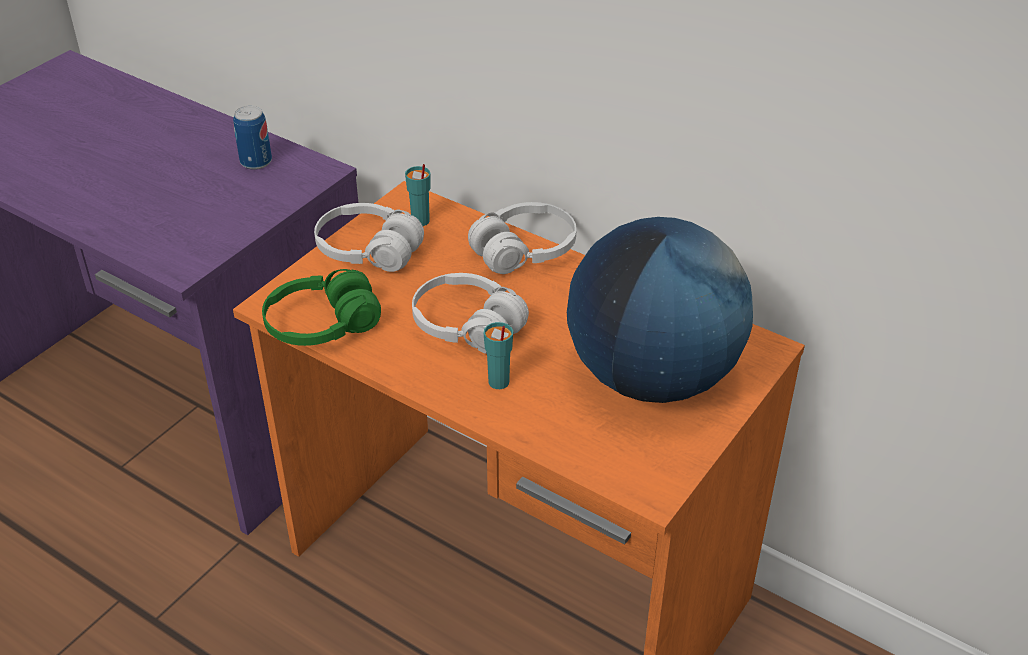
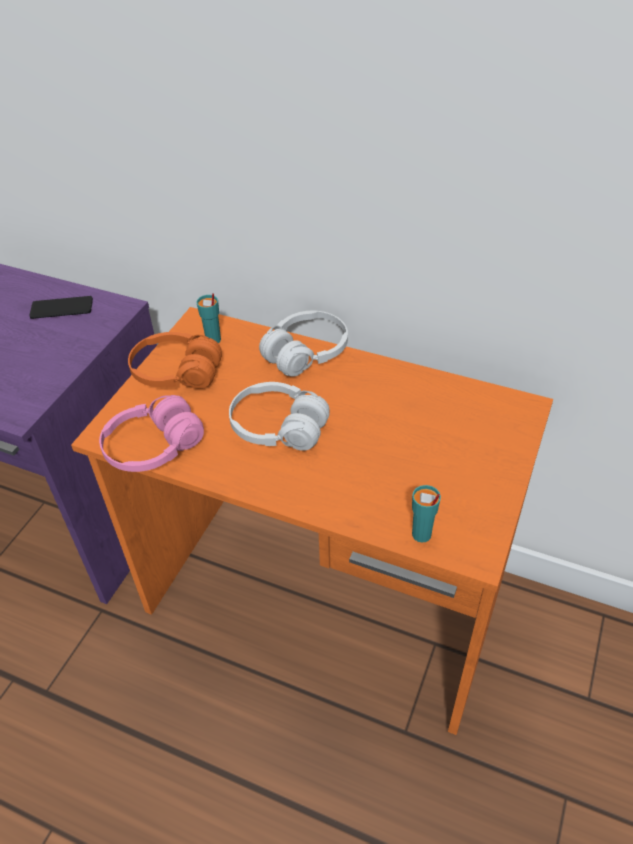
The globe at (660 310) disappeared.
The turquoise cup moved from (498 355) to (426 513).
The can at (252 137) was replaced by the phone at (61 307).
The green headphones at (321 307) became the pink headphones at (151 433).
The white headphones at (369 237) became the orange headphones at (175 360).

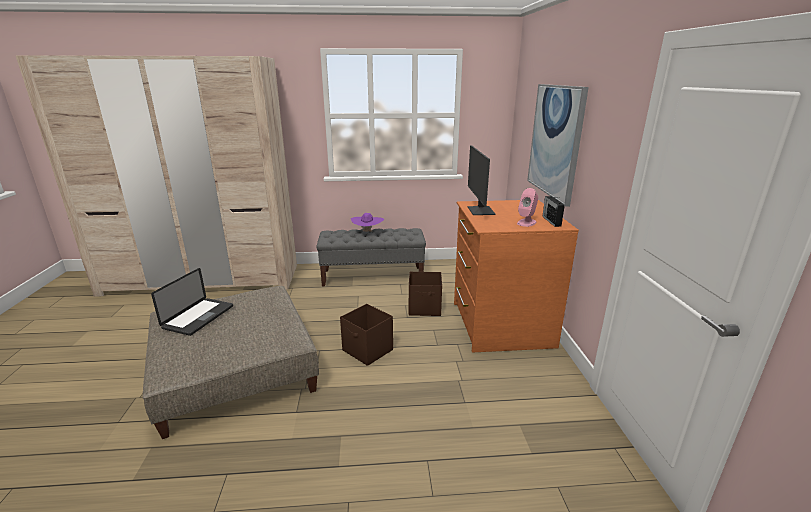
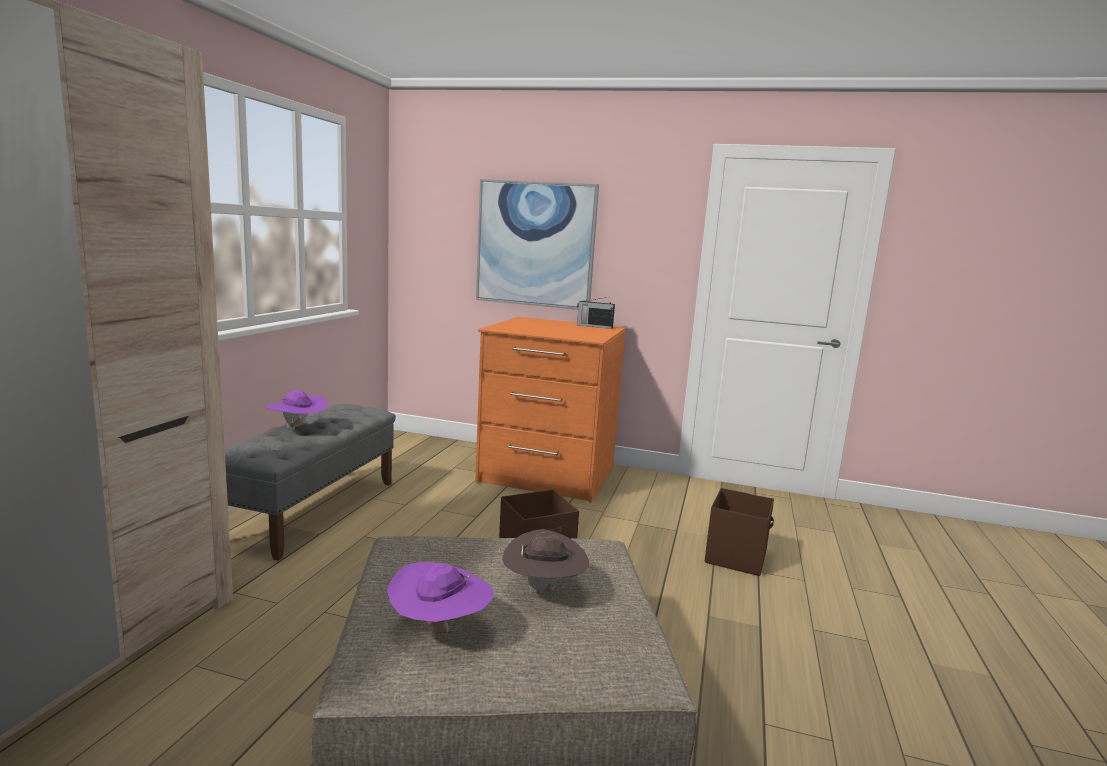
The monitor at (482 180) disappeared.
The pink speaker at (527 207) disappeared.
The brown hat at (545 561) appeared.
The brown storage box moved from (425 294) to (739 532).
The laptop at (192 302) was replaced by the purple hat at (440 597).

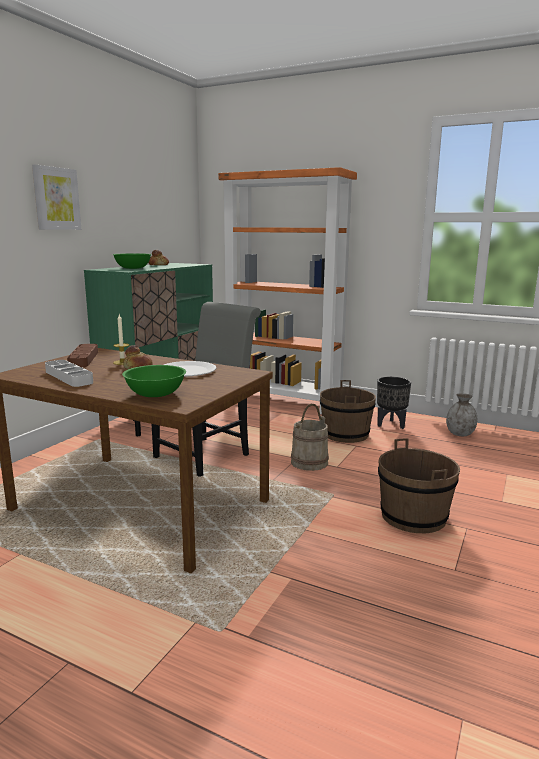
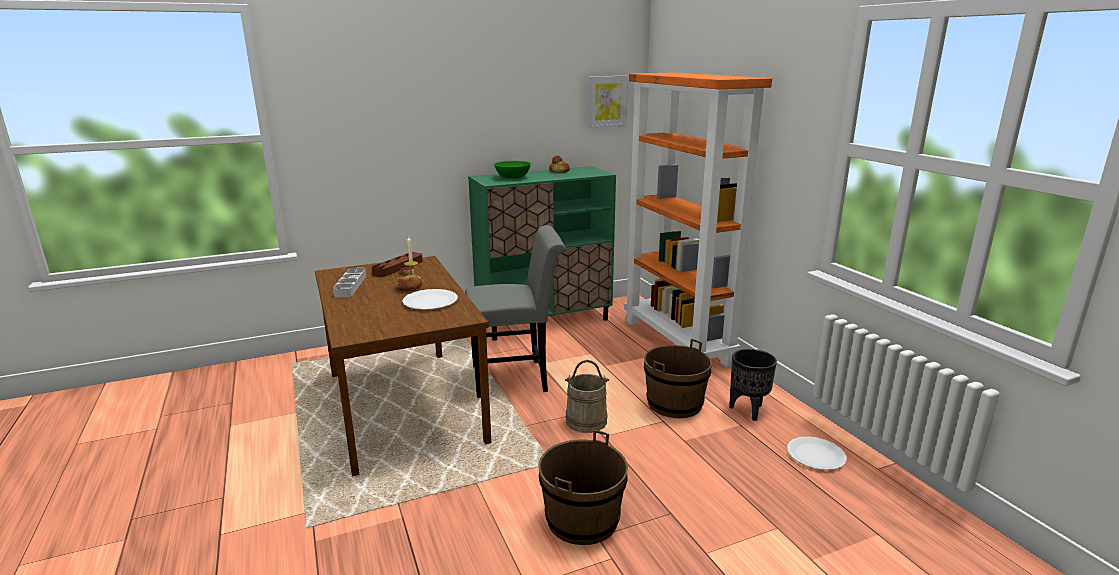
The green bowl at (154 381) disappeared.
The picture moved from (56 197) to (607 102).
The grey vase at (461 414) was replaced by the white plate at (817 453).

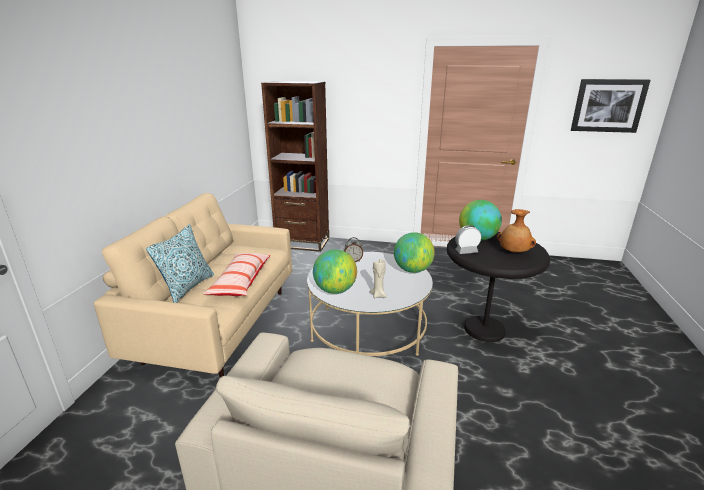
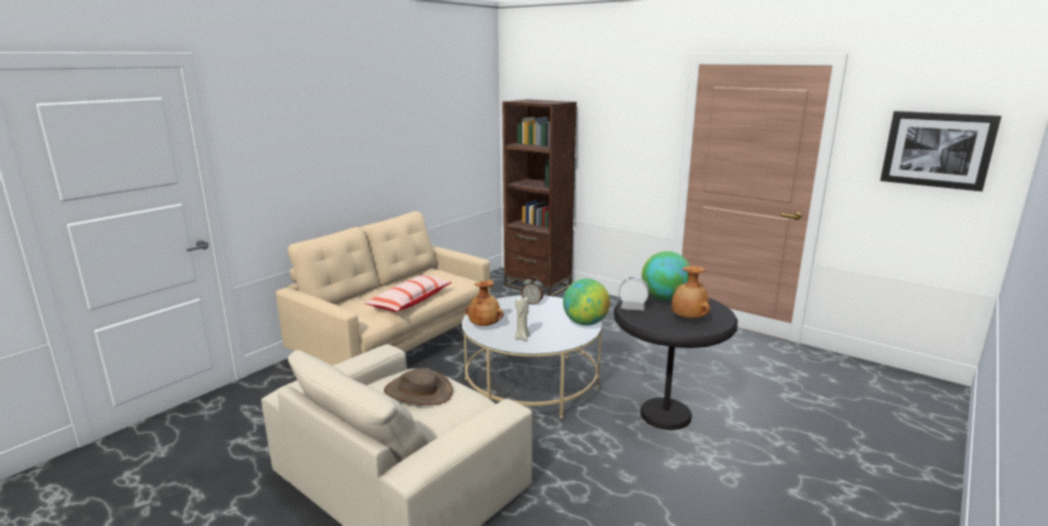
The pillow at (180 263) disappeared.
The brown hat at (418 386) appeared.
The globe at (335 271) was replaced by the brown vase at (484 303).

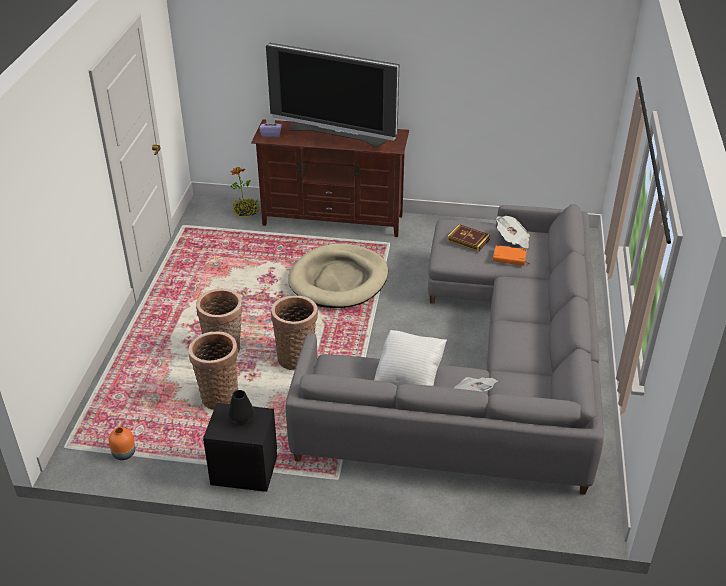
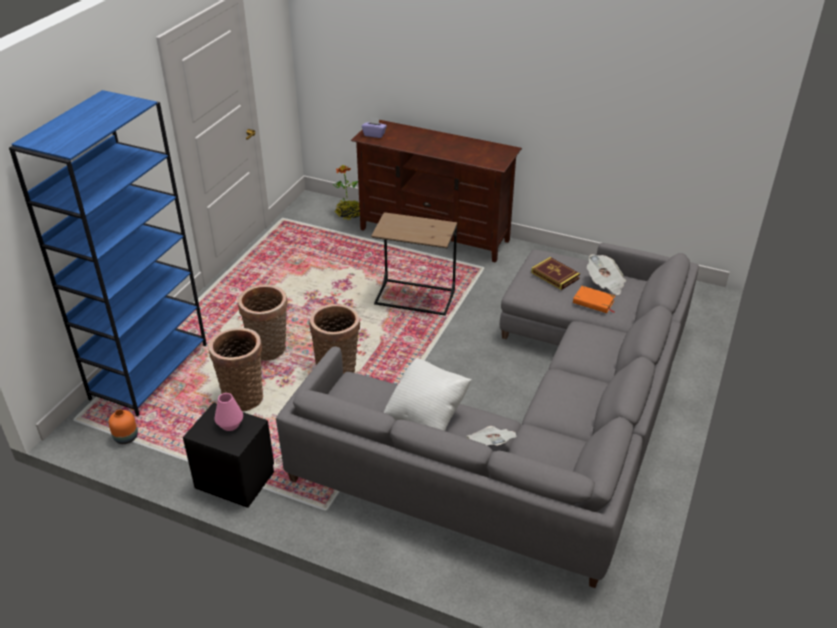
The television at (332 95) disappeared.
The blue bookcase at (108 253) appeared.
The beige dog bed at (338 275) was replaced by the brown side table at (414 264).
The black vase at (241 407) became the pink vase at (228 412).

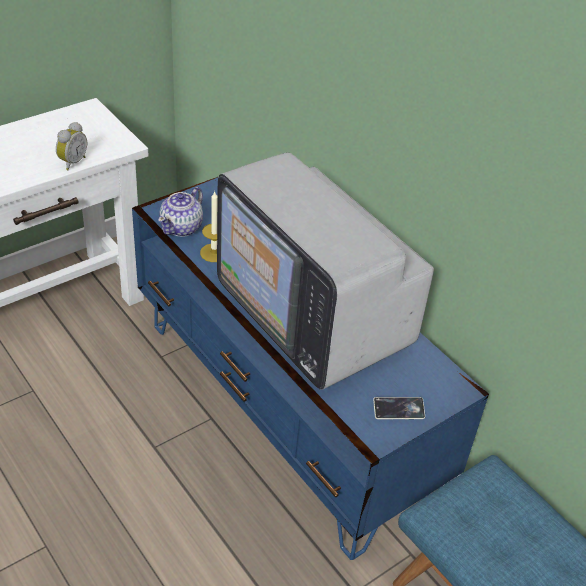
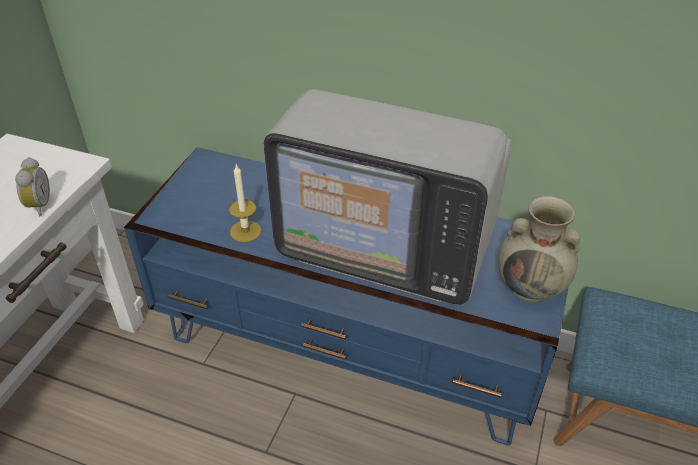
The teapot at (180 212) disappeared.
The phone at (399 408) was replaced by the beige vase at (539 249).

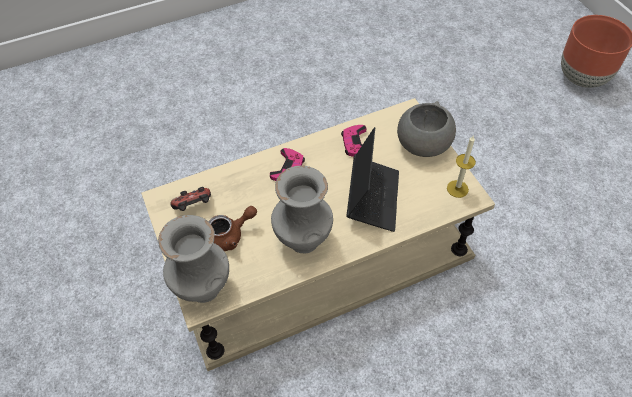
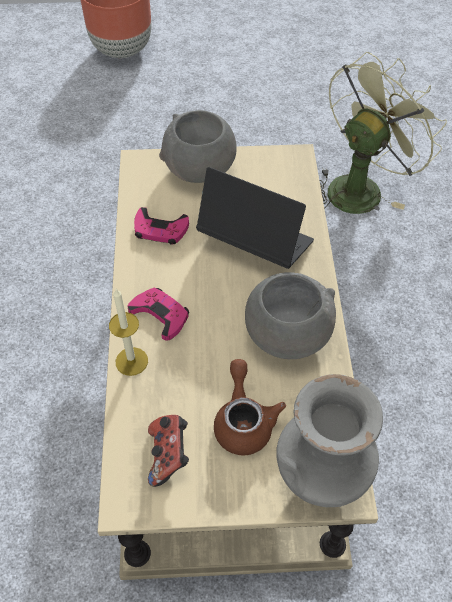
The green fan at (383 133) appeared.
The candle moved from (461 167) to (128 332).
The grey vase at (302 209) was replaced by the grey bowl at (290 315).

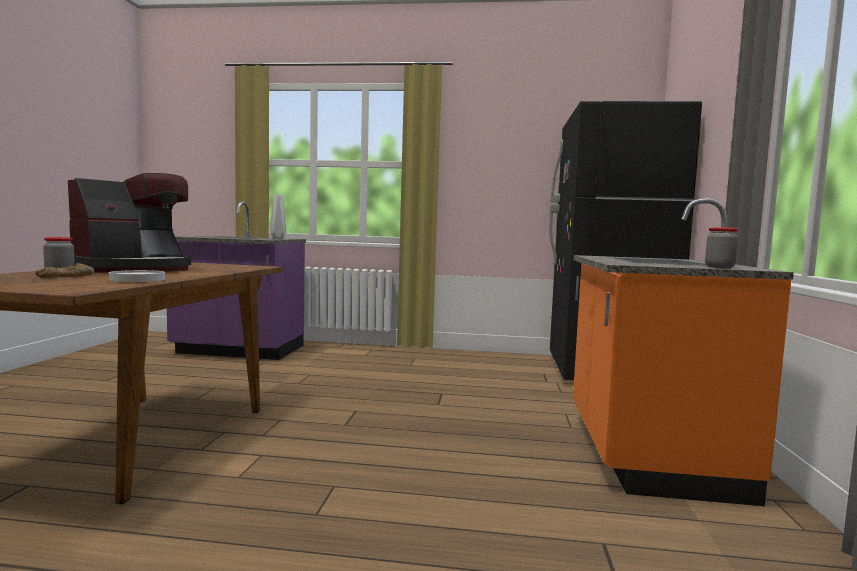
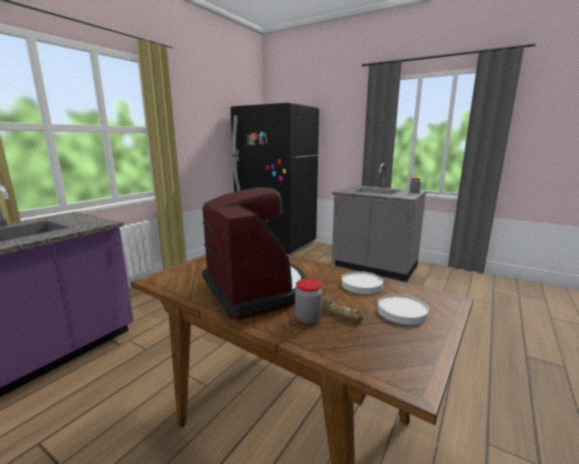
The grey vase at (278 216) disappeared.
The white plate at (403 309) appeared.
The orange counter at (683 352) became the grey counter at (379 222).

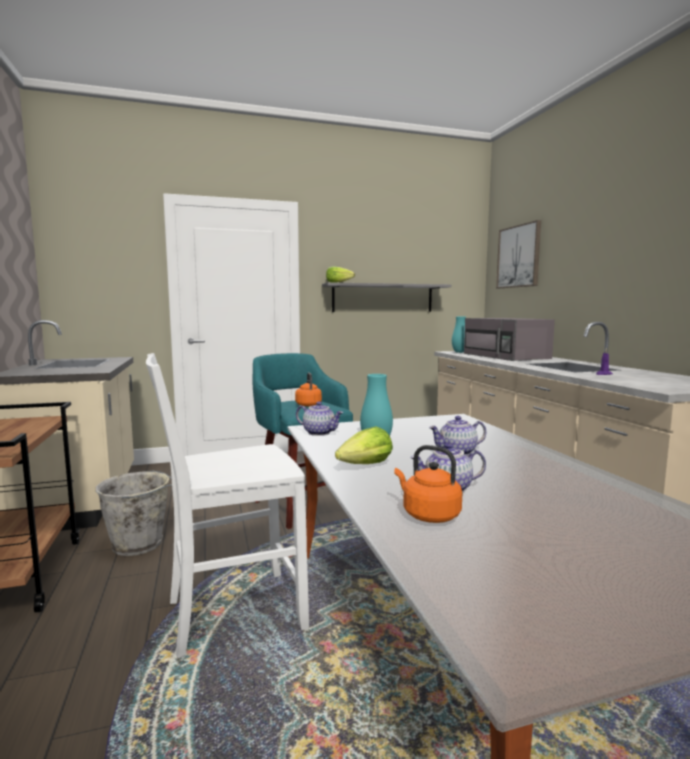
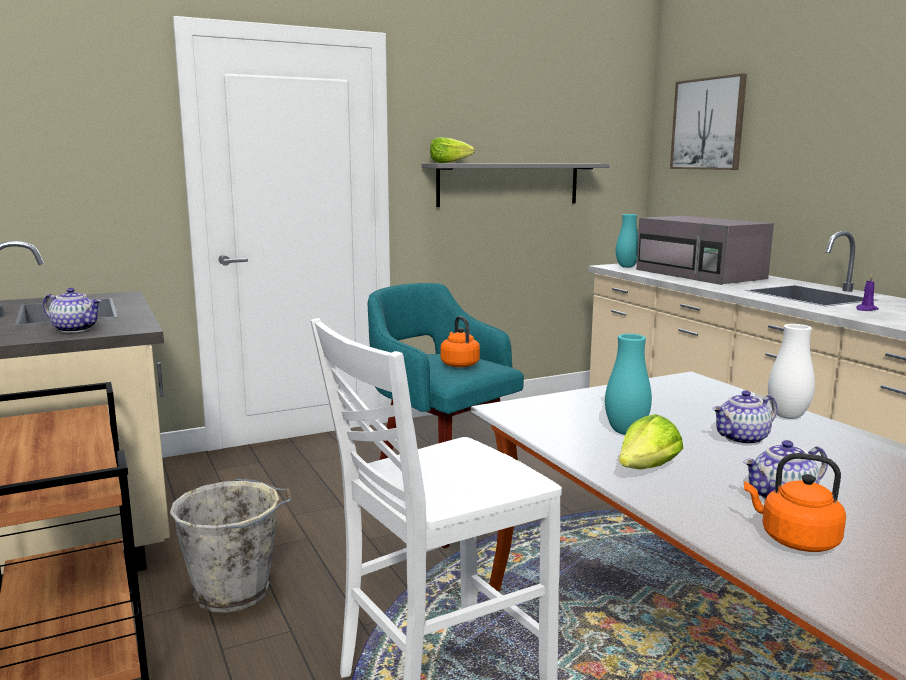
The white vase at (791 371) appeared.
The teapot moved from (319 418) to (72 310).

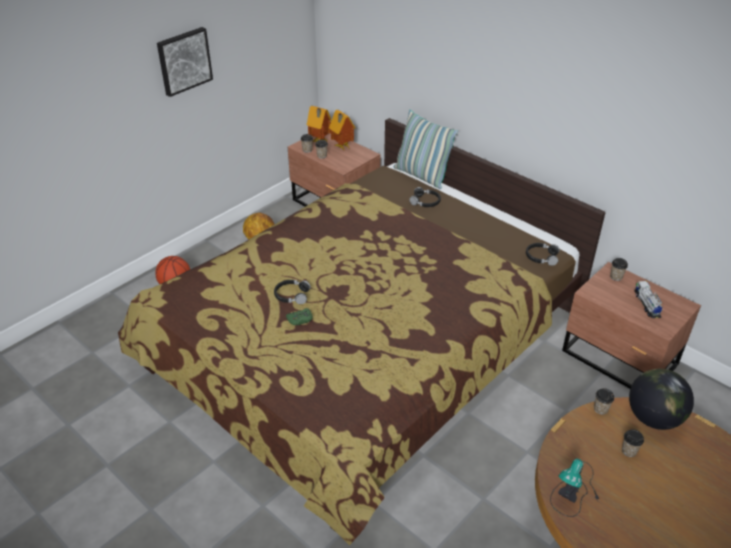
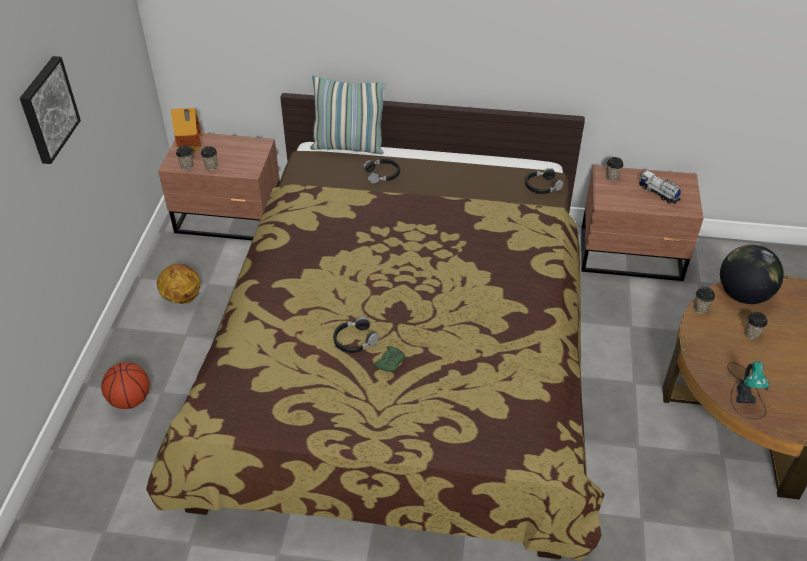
The toy house at (342 130) disappeared.

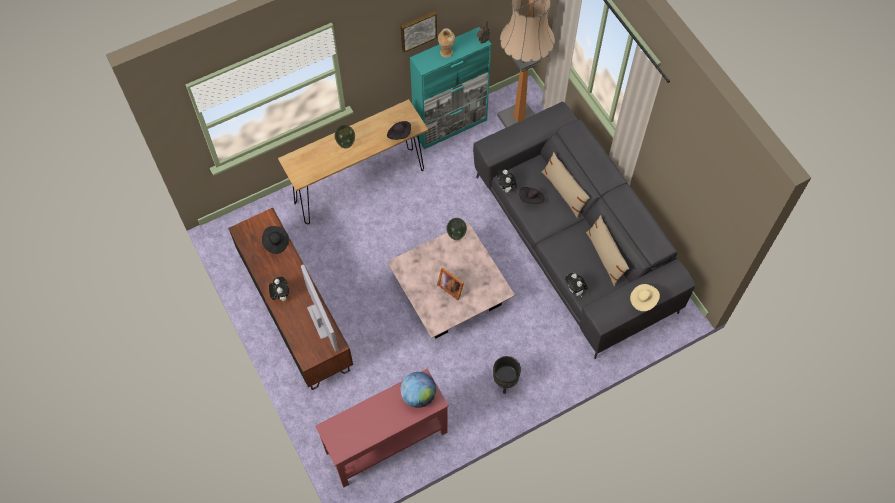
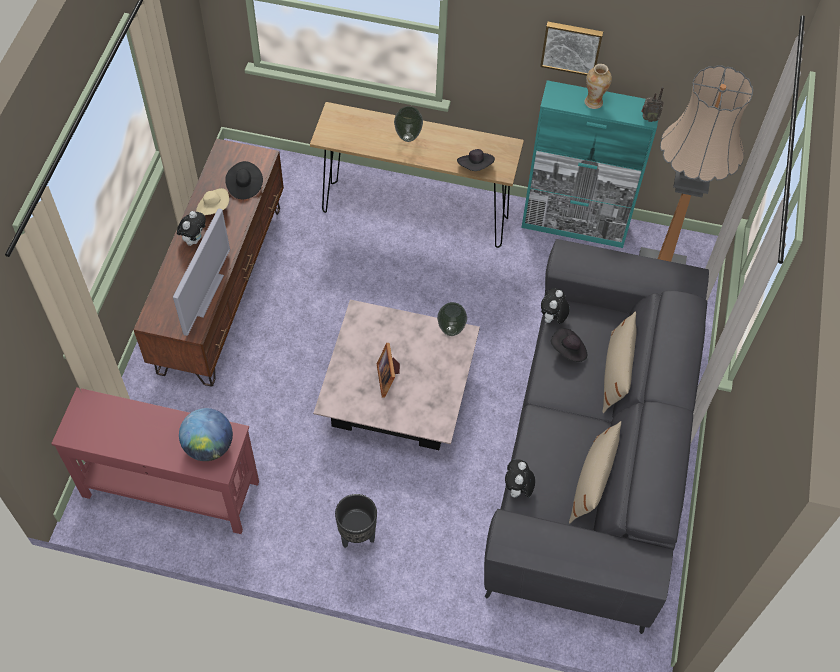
The beige hat moved from (645 297) to (212 201).

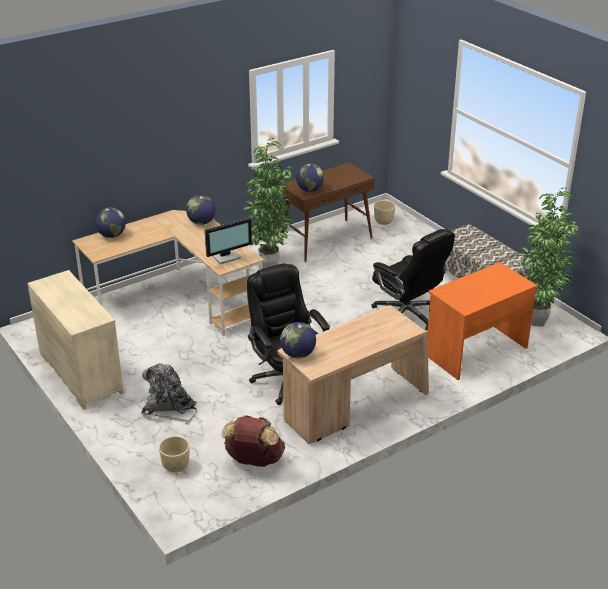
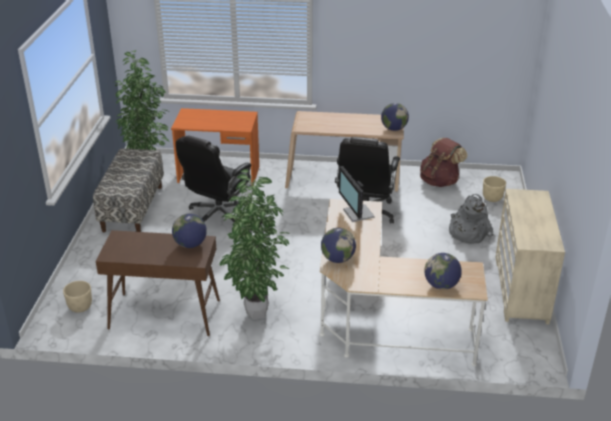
The monitor at (228 240) turned 120 degrees counterclockwise.
The black office chair at (413 279) turned 150 degrees counterclockwise.

